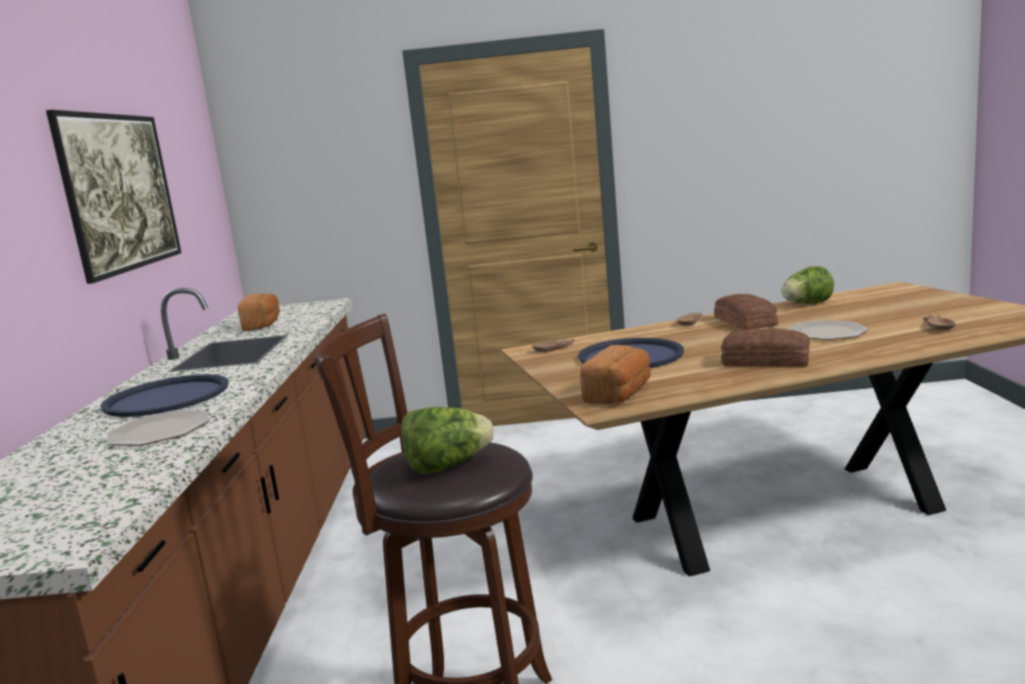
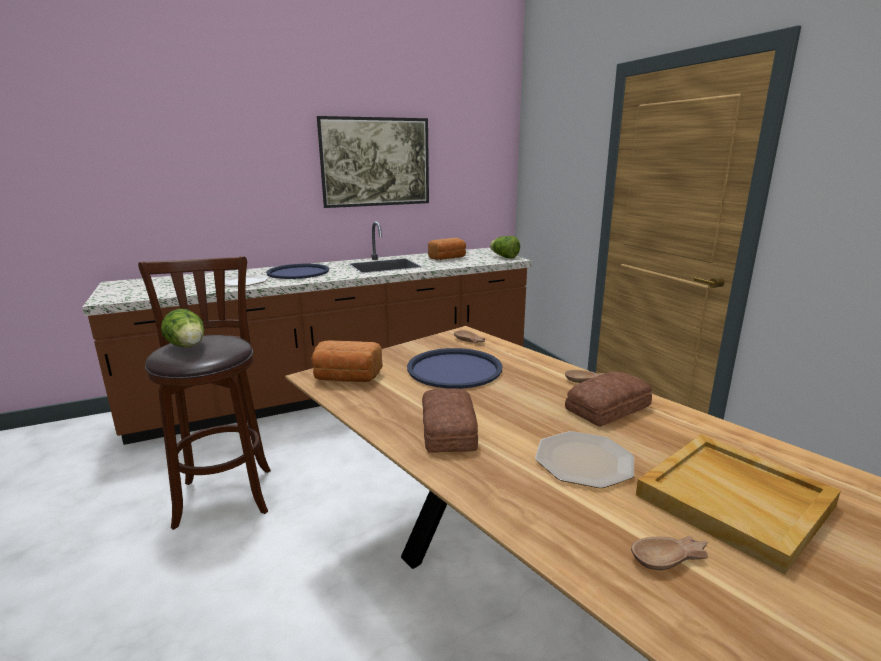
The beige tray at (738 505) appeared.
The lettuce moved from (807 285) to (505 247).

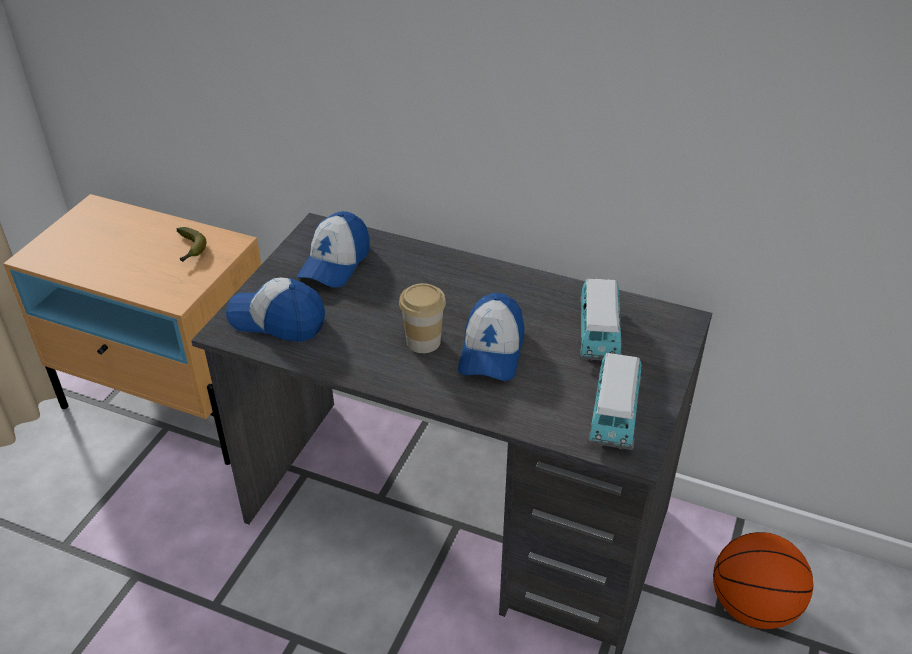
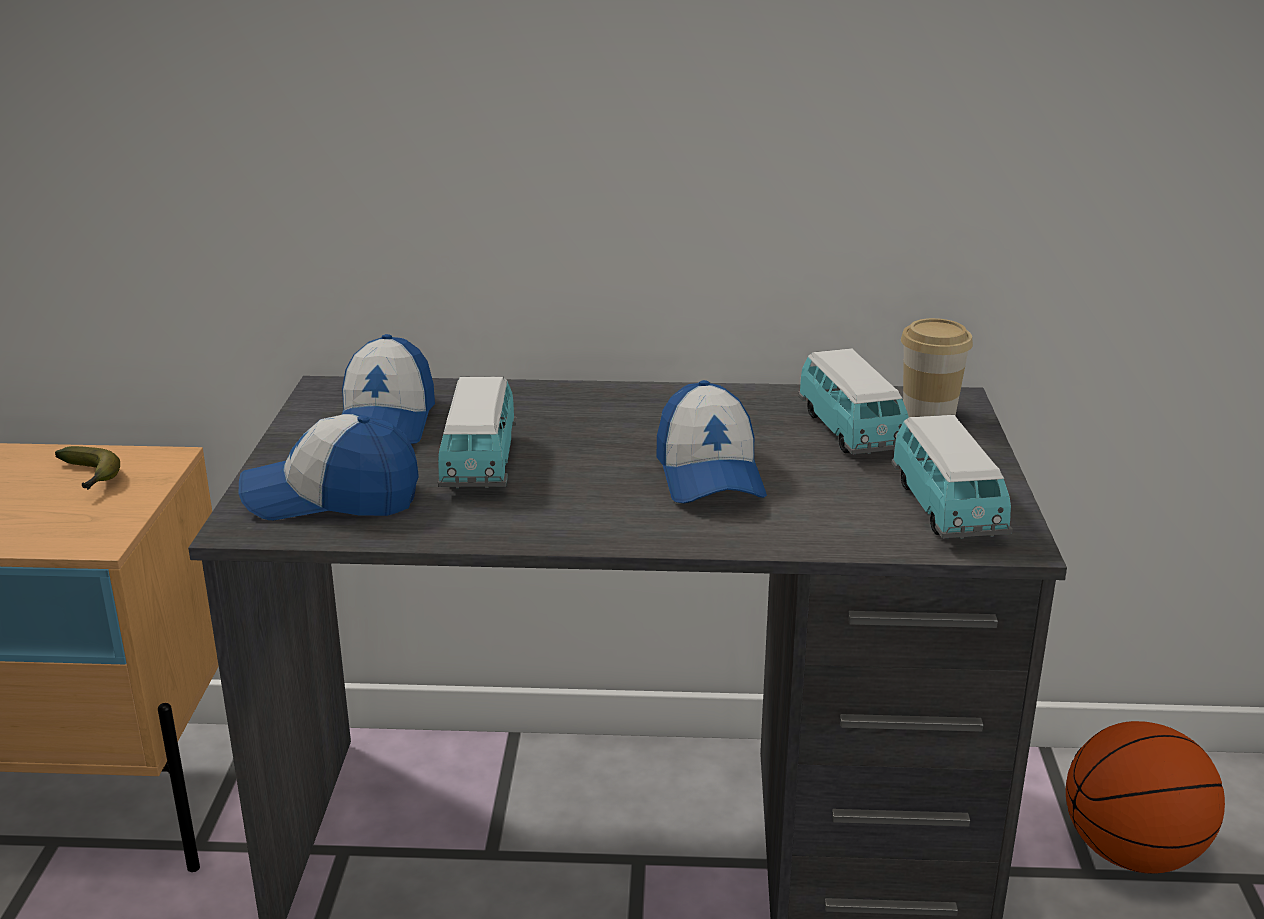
The toy car at (477 432) appeared.
The cup moved from (422 318) to (937 367).

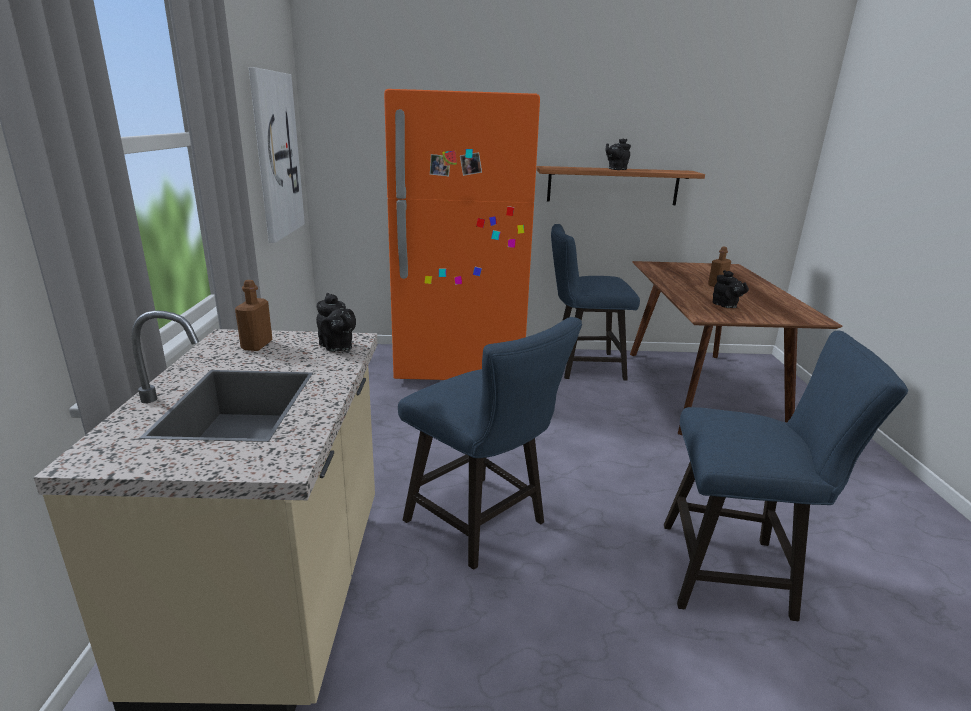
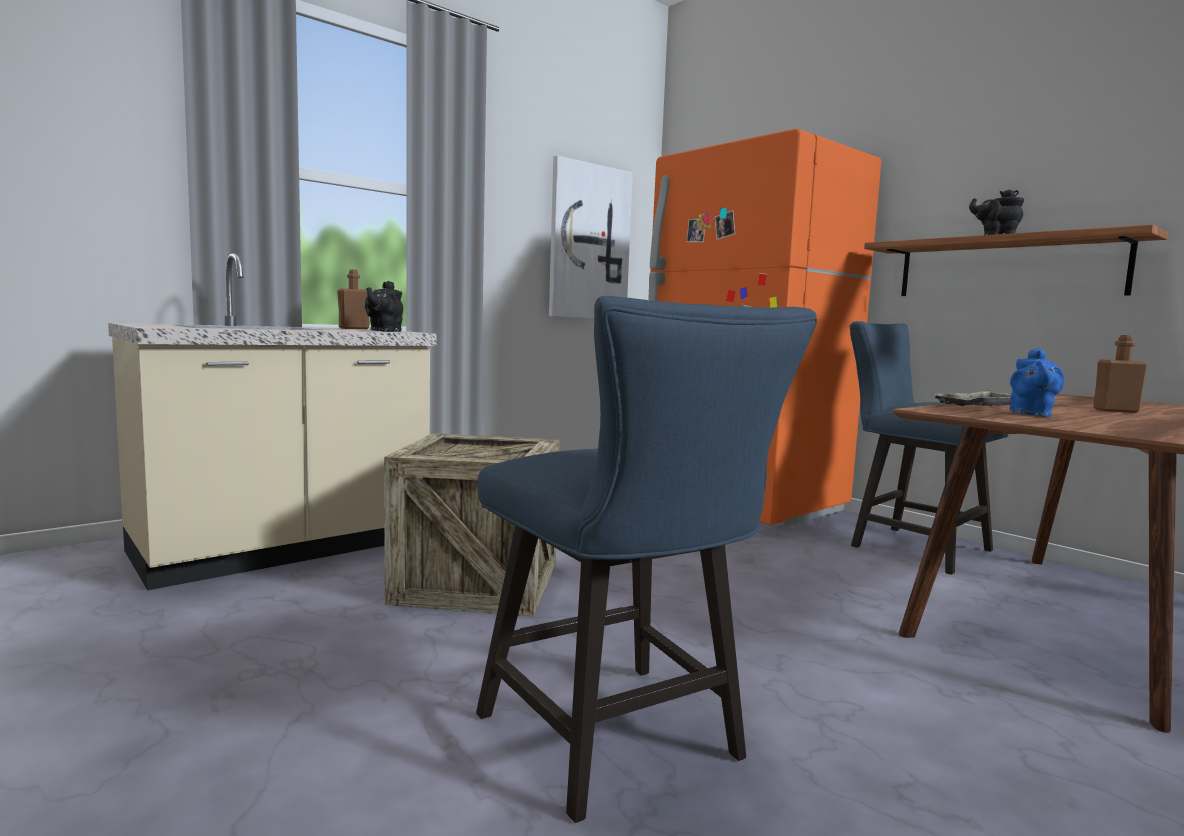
The tray at (972 398) appeared.
The blue chair at (490 443) was replaced by the crate at (471 524).
The black teapot at (730 289) became the blue teapot at (1037 382).

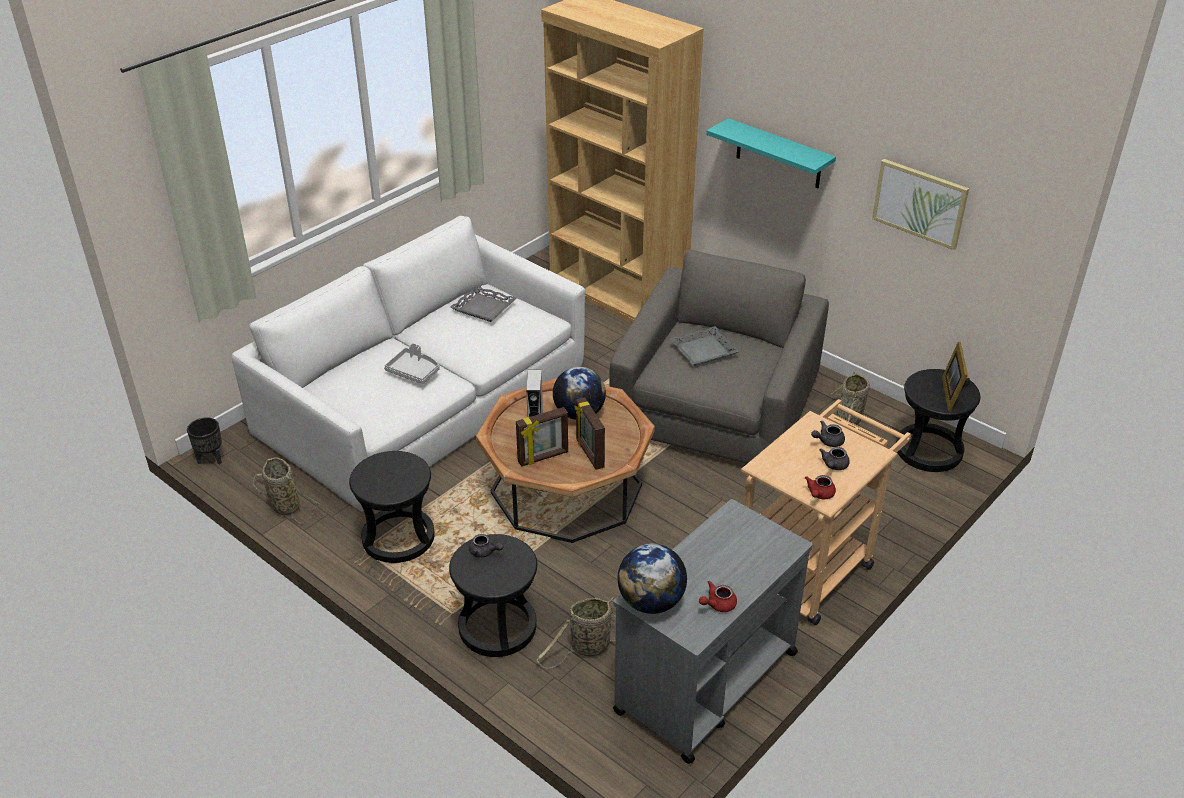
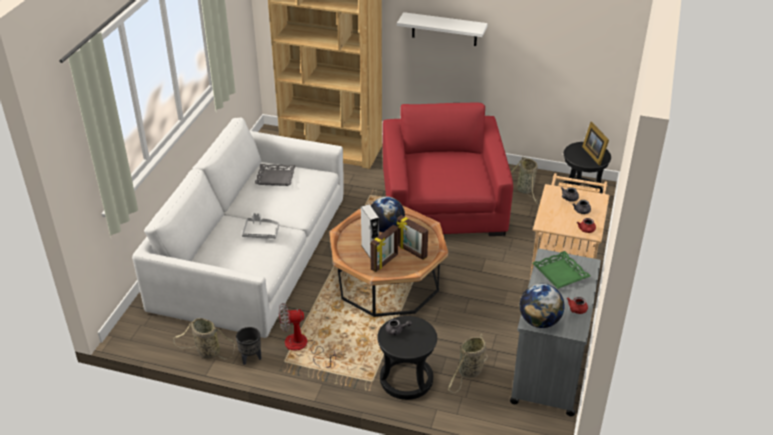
The grey tray at (705 346) disappeared.
The picture at (920 204) disappeared.
The green tray at (561 270) appeared.
The black planter moved from (204 440) to (248 346).
The black stool at (392 507) was replaced by the fan at (307 335).
The grey armchair at (719 357) became the red armchair at (448 169).
The turquoise shelf at (771 153) became the white shelf at (442 29).

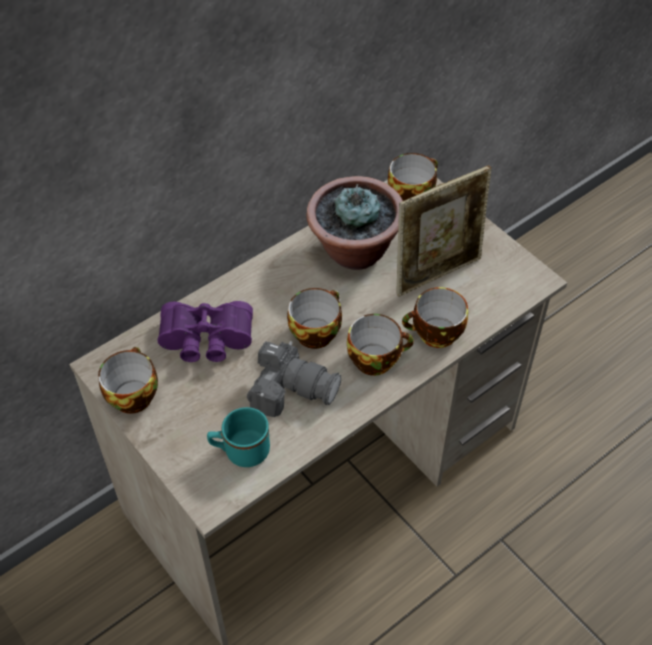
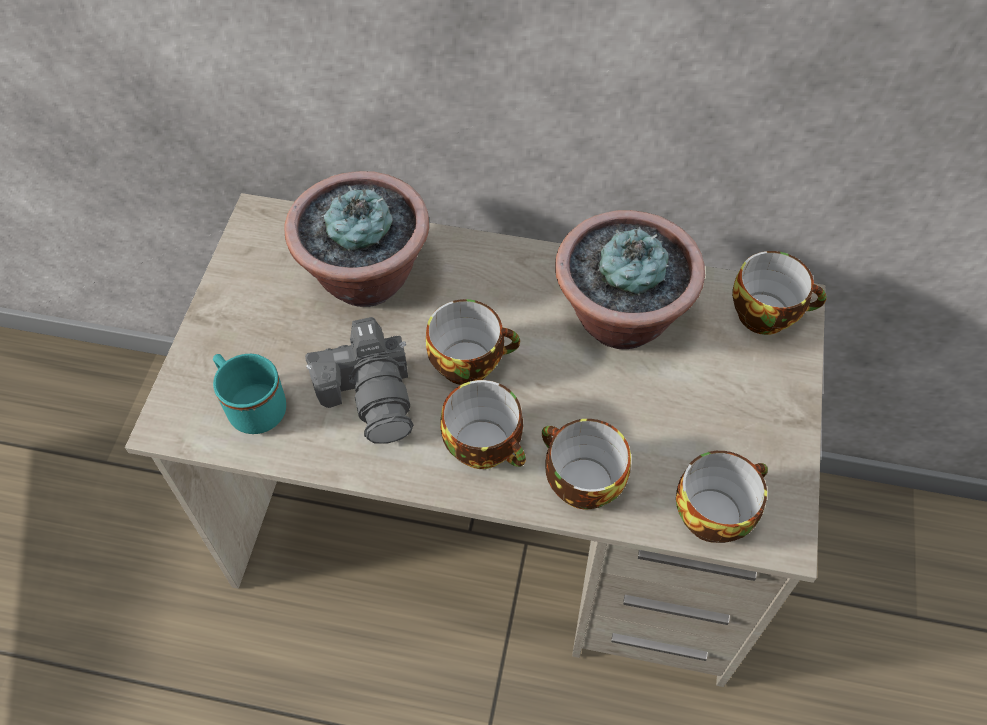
The picture frame at (444 231) disappeared.
The cup moved from (128 380) to (722 497).
The purple binoculars at (205 331) was replaced by the potted plant at (356 239).

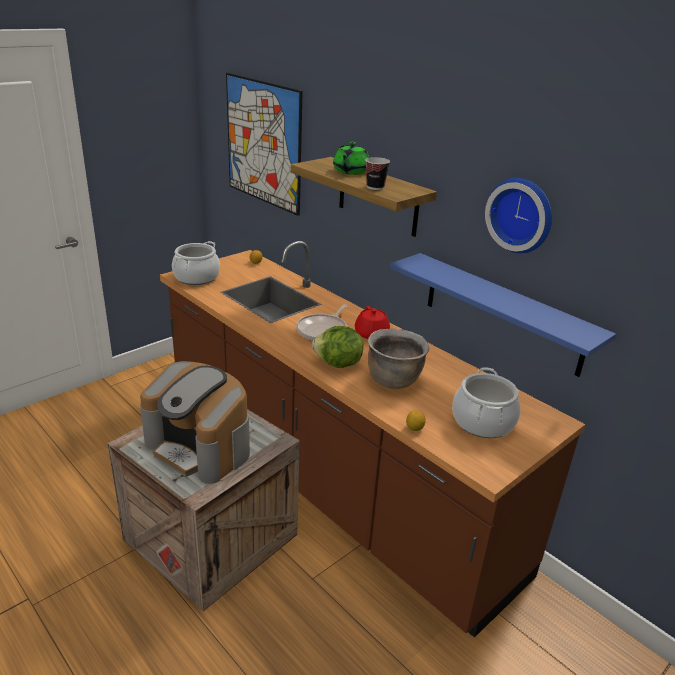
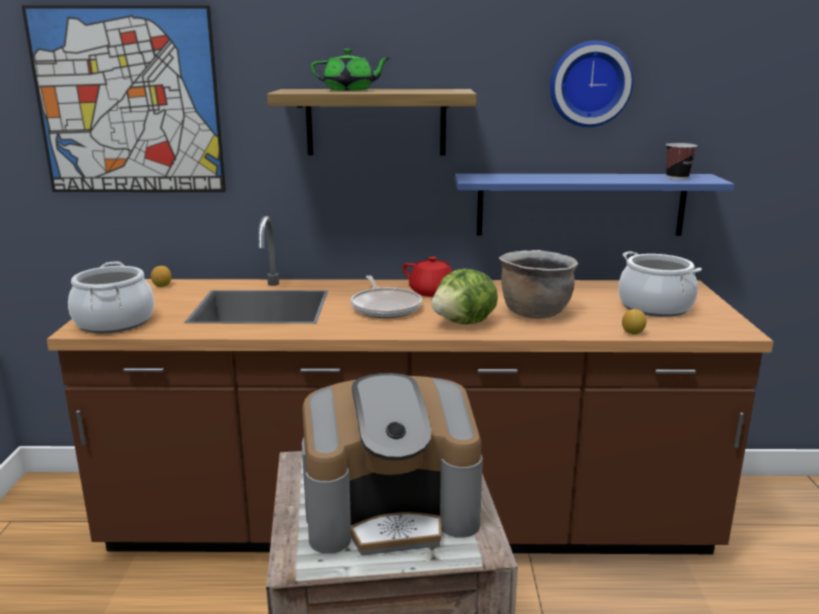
The cup moved from (377 173) to (681 161).
The green teapot at (351 158) turned 60 degrees counterclockwise.

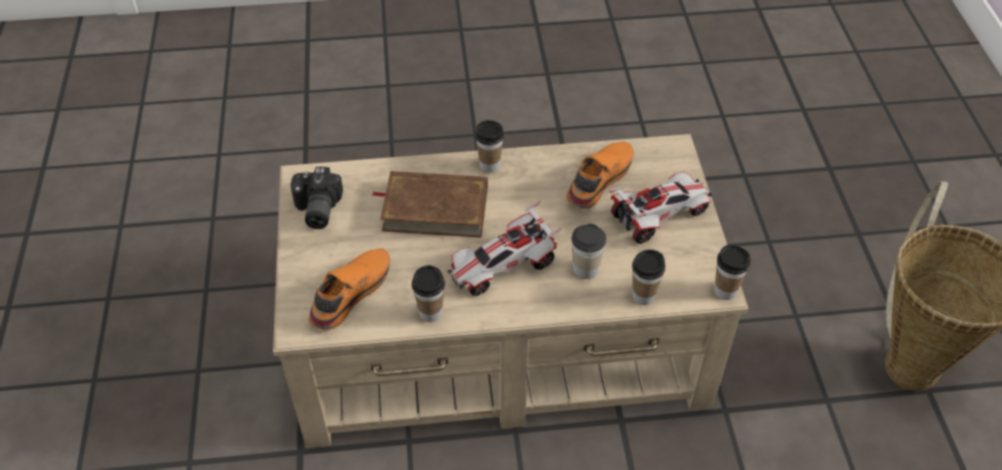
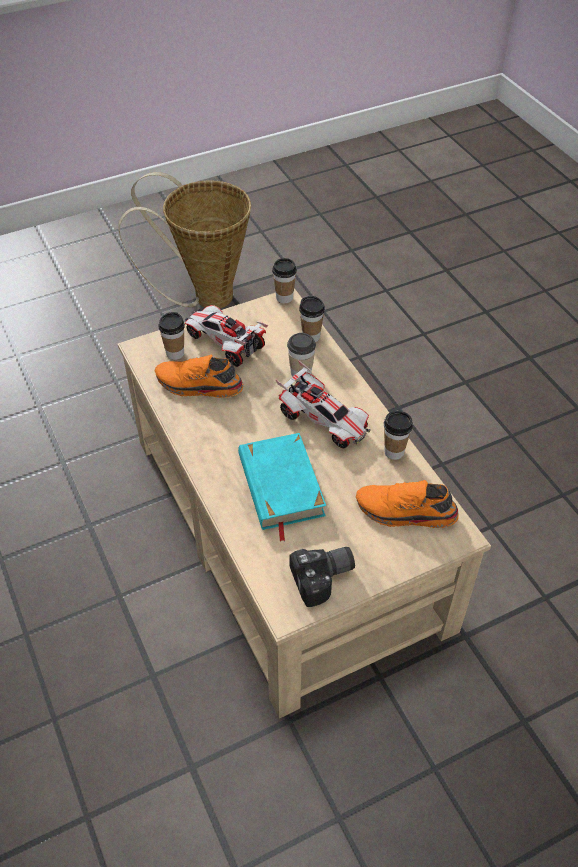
The cup moved from (489 146) to (172 336).
The brown book at (429 204) became the turquoise book at (282 487).

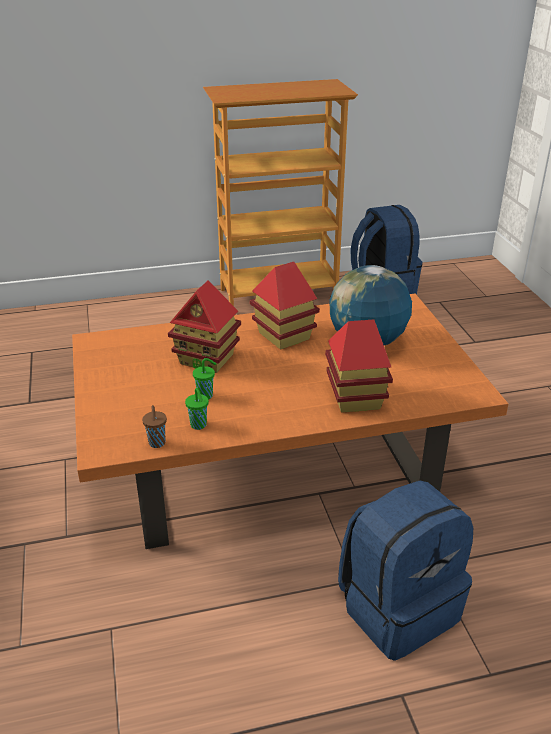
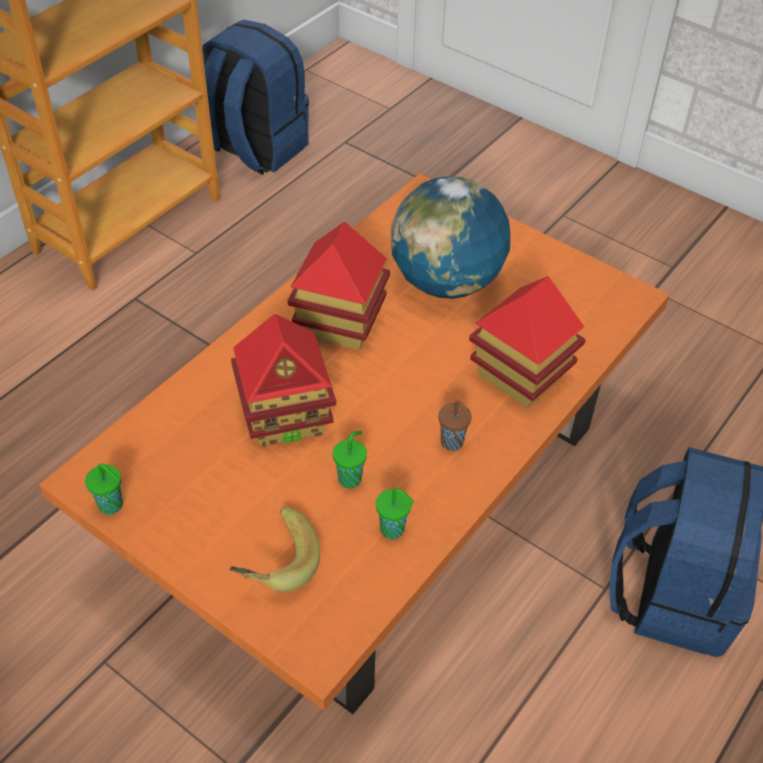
The green cup at (104 489) appeared.
The banana at (275 549) appeared.
The brown cup moved from (154 426) to (455 426).

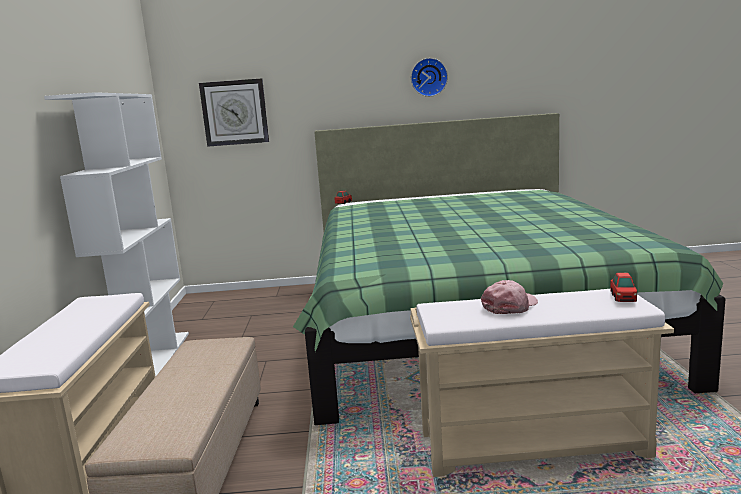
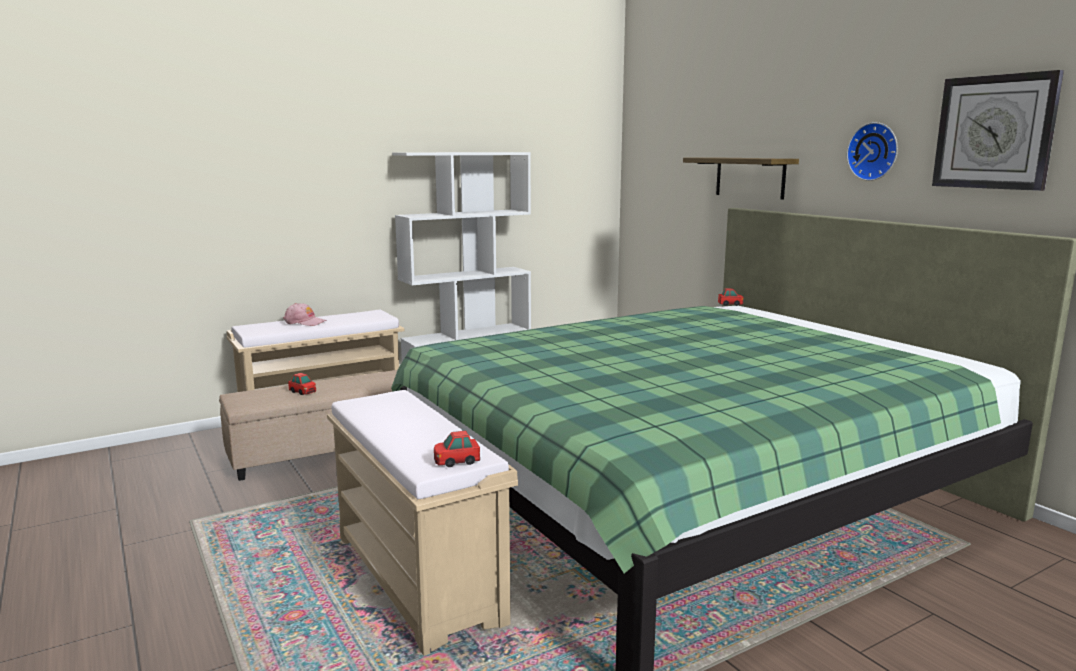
The toy car at (302 384) appeared.
The shelf at (741 178) appeared.
The wall clock moved from (234 112) to (998 130).
The pink cap moved from (509 297) to (305 314).

